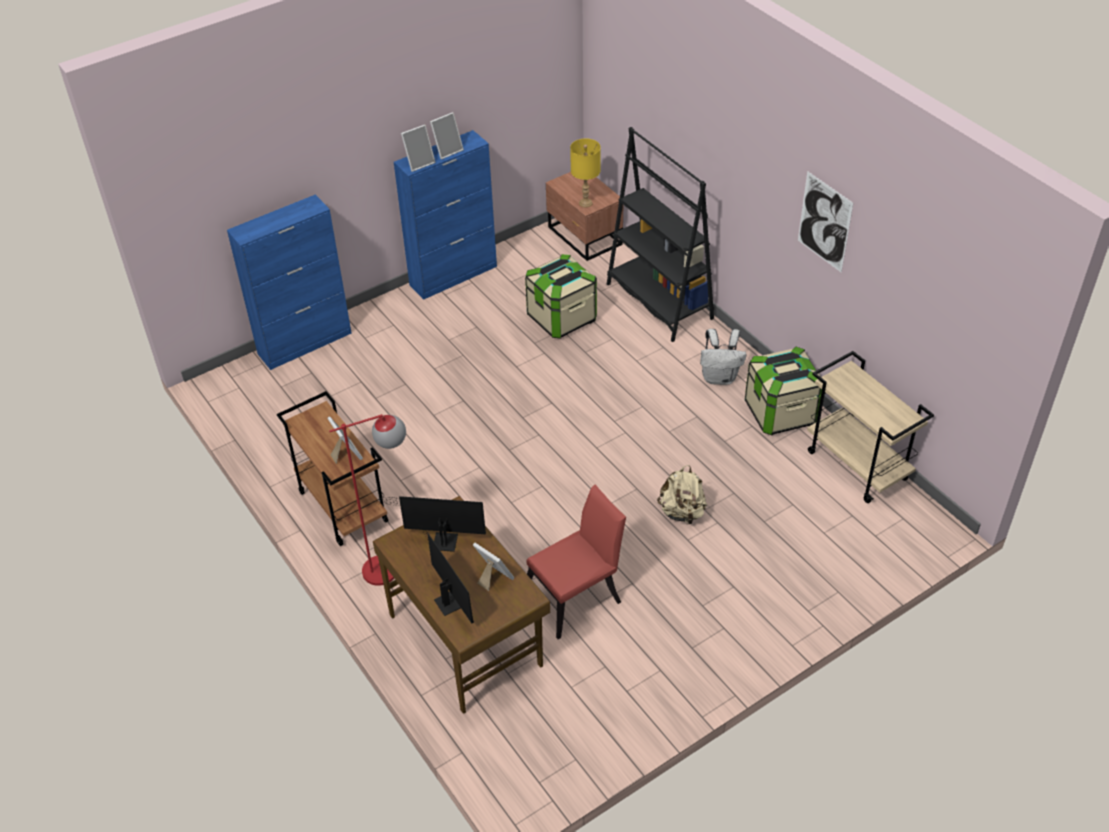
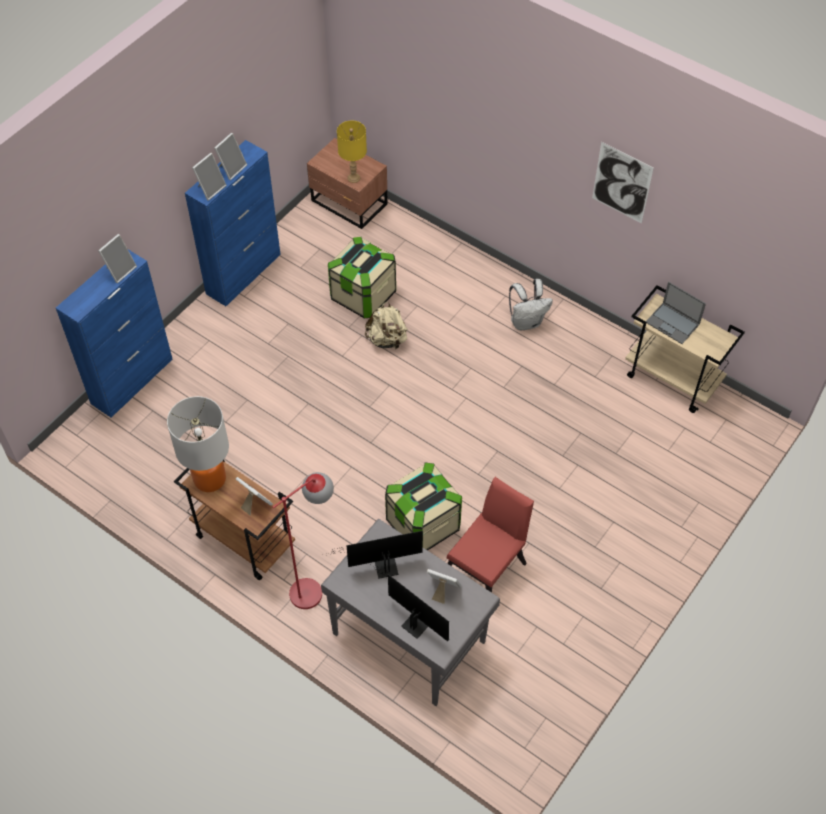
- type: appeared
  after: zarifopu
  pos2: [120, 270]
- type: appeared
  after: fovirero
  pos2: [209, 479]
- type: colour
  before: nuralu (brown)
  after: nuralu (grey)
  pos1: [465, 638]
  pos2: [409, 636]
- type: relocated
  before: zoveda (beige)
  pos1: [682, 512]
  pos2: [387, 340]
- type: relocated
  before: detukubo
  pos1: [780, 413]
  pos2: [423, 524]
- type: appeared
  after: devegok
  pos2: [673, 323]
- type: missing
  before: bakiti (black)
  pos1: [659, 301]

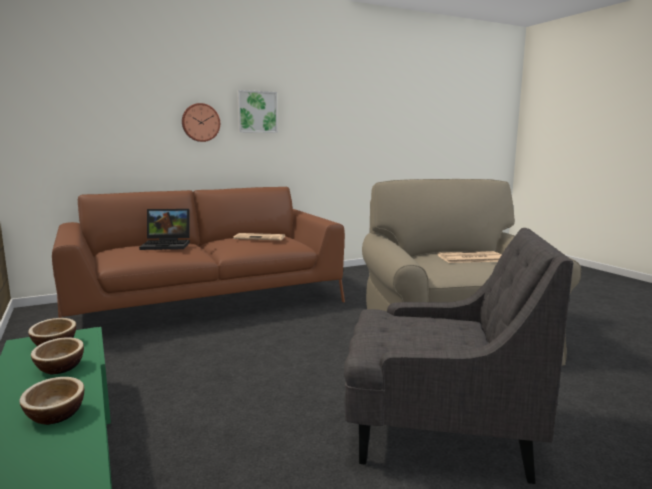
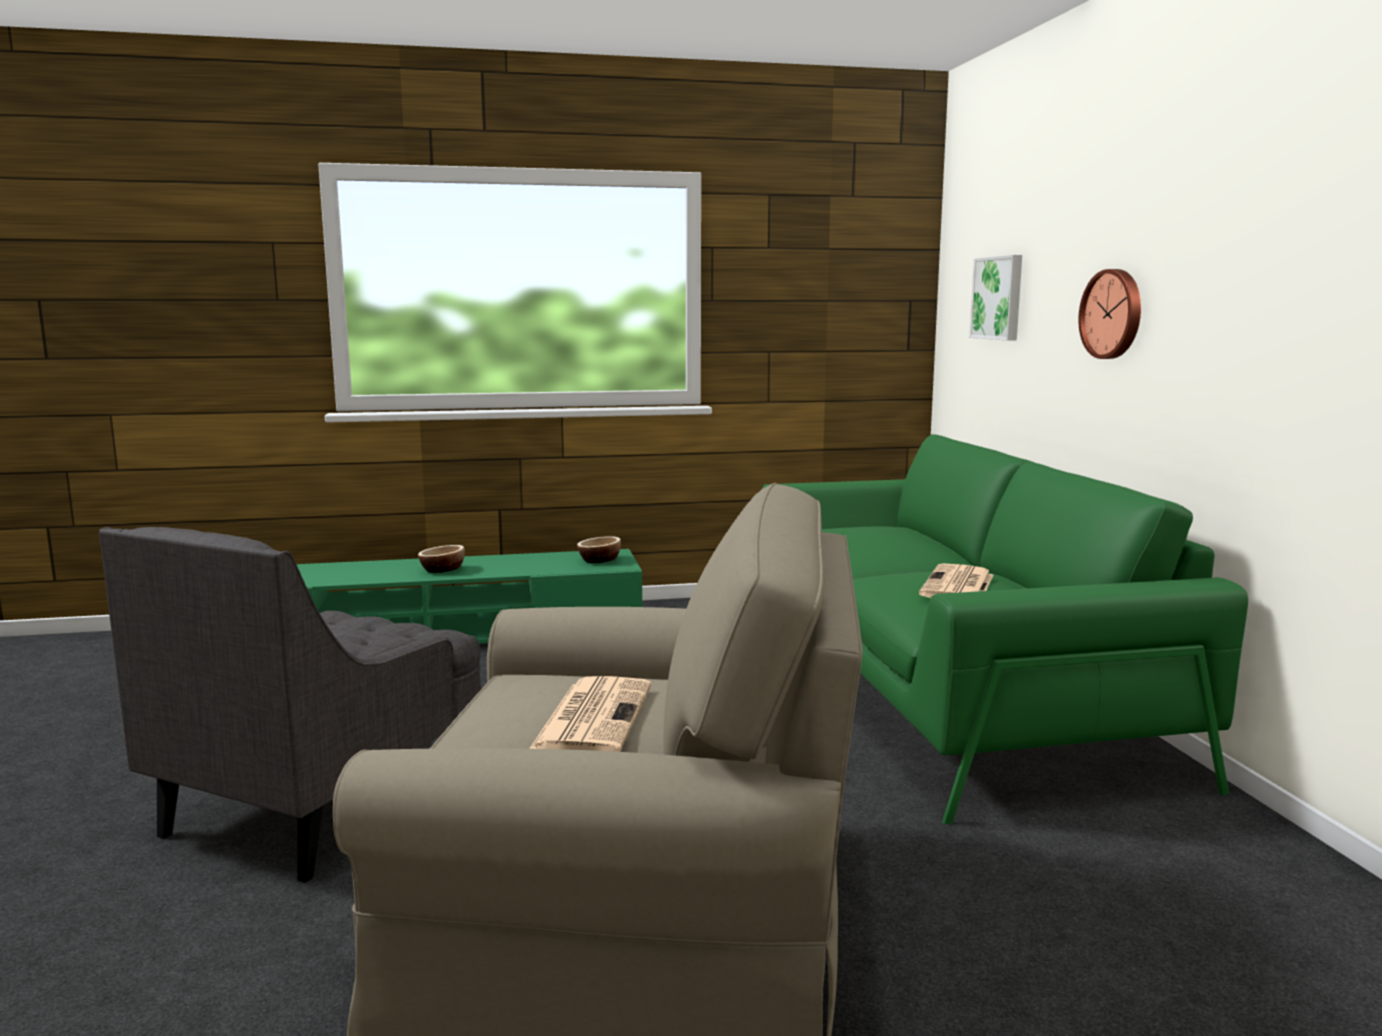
- type: colour
  before: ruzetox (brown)
  after: ruzetox (green)
  pos1: [206, 302]
  pos2: [941, 684]
- type: relocated
  before: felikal
  pos1: [256, 112]
  pos2: [999, 298]
- type: missing
  before: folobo
  pos1: [60, 367]
- type: missing
  before: devegok
  pos1: [168, 245]

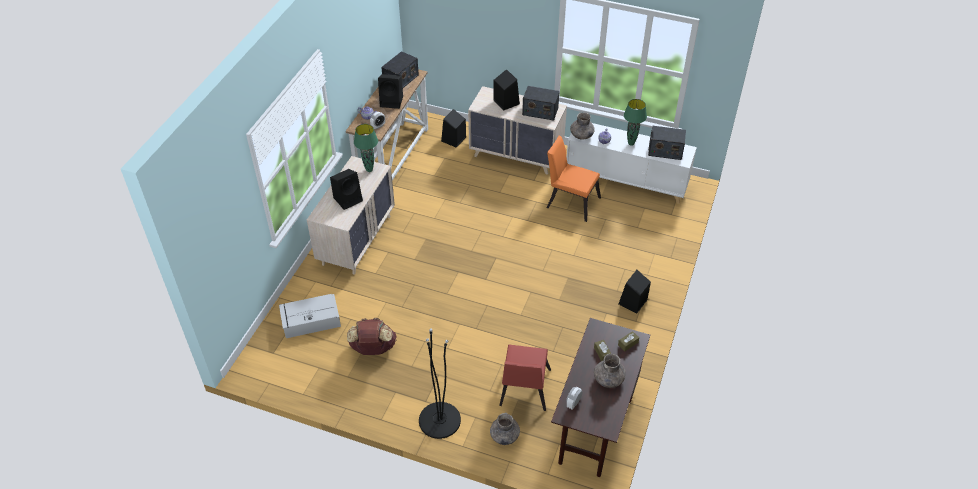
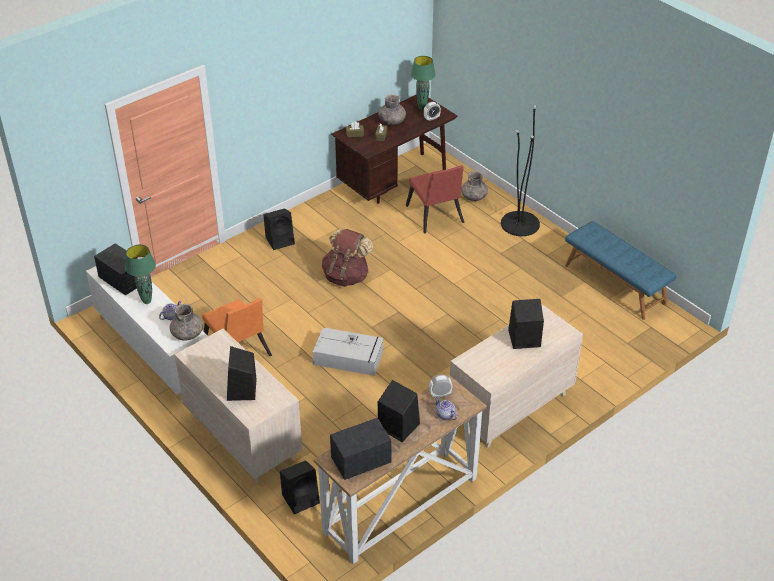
- type: relocated
  before: detukubo (grey)
  pos1: [310, 321]
  pos2: [349, 358]
- type: relocated
  before: zoveda (brown)
  pos1: [373, 349]
  pos2: [346, 276]
- type: spun
  before: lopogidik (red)
  pos1: [523, 390]
  pos2: [435, 217]
  turn: 120
- type: relocated
  before: fovirero (green)
  pos1: [369, 170]
  pos2: [422, 108]
- type: appeared
  after: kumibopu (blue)
  pos2: [615, 284]
- type: missing
  before: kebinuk
  pos1: [540, 111]

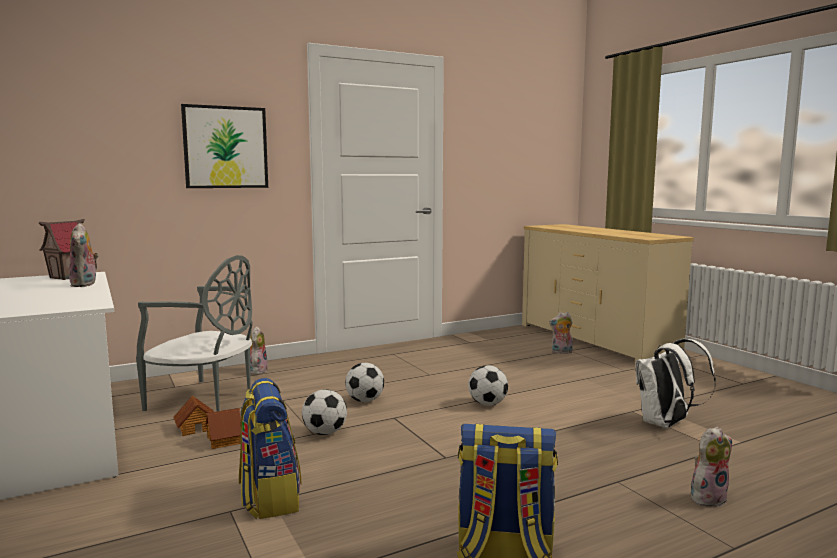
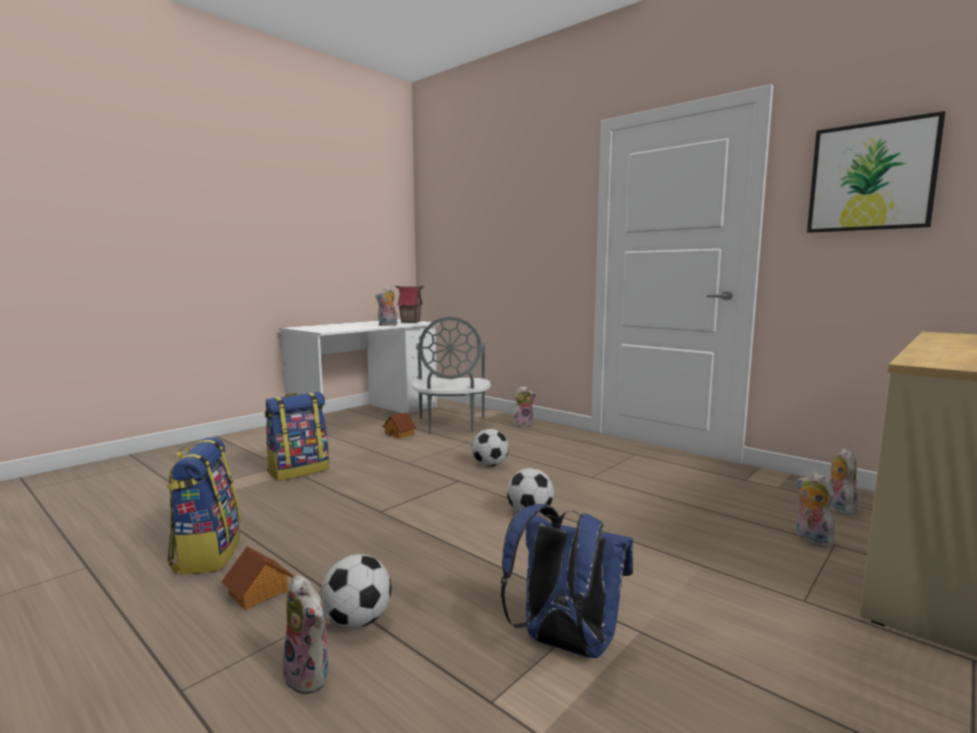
- type: relocated
  before: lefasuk
  pos1: [225, 440]
  pos2: [258, 592]
- type: relocated
  before: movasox
  pos1: [325, 433]
  pos2: [358, 621]
- type: colour
  before: zoveda (white)
  after: zoveda (blue)
  pos1: [666, 424]
  pos2: [564, 644]
- type: relocated
  before: felikal
  pos1: [225, 147]
  pos2: [871, 177]
- type: appeared
  after: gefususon
  pos2: [838, 508]

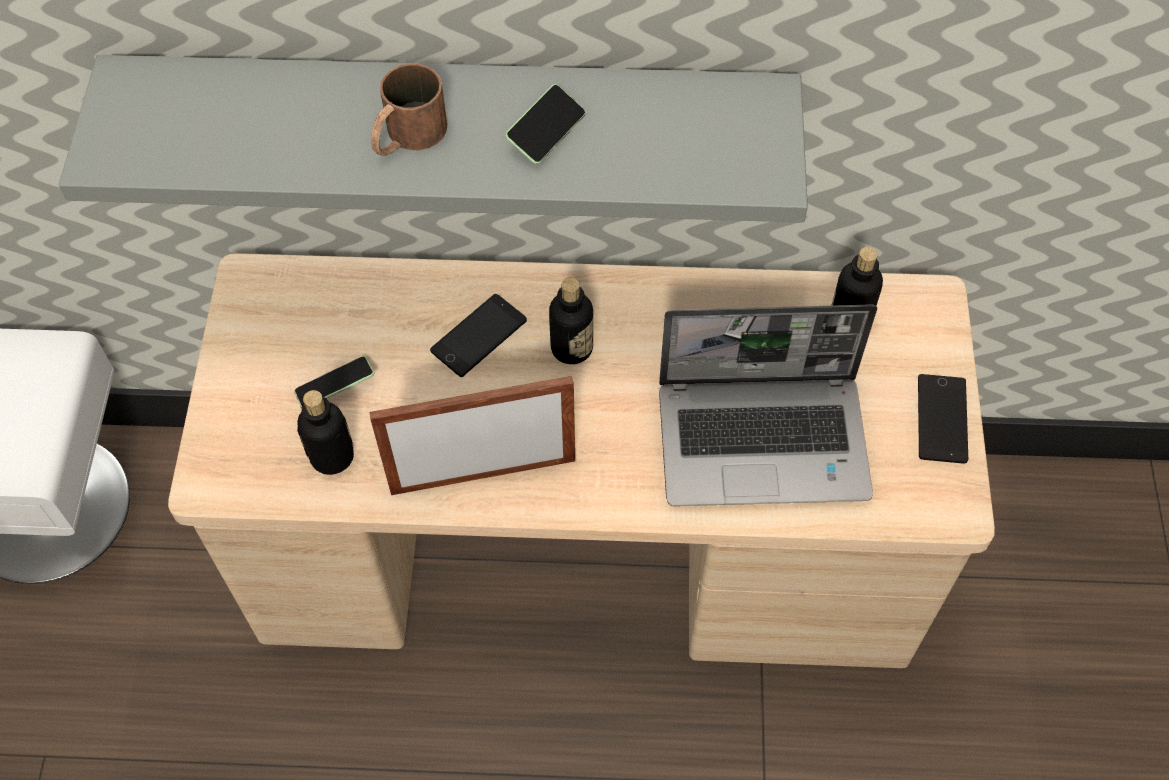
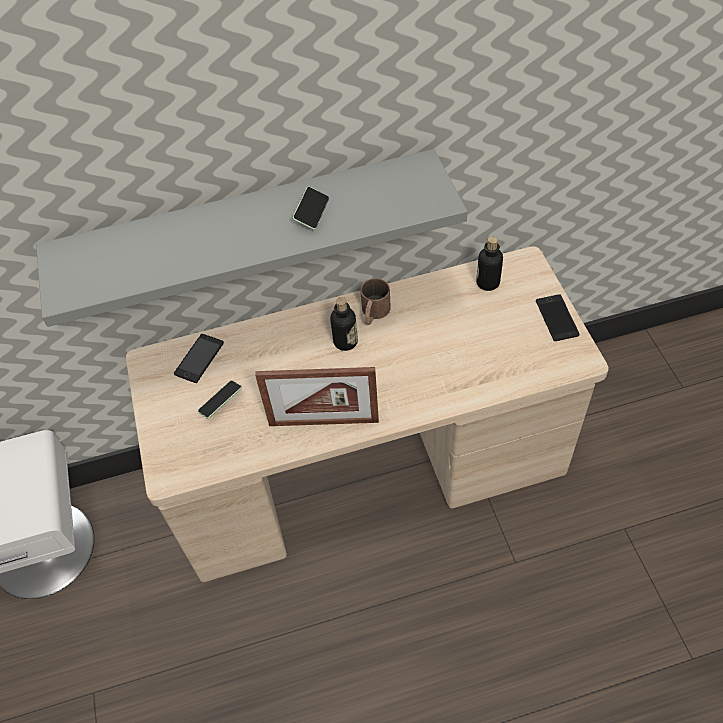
- type: relocated
  before: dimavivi
  pos1: [479, 336]
  pos2: [199, 358]
- type: spun
  before: zarifopu
  pos1: [483, 474]
  pos2: [323, 422]
  turn: -150
- type: relocated
  before: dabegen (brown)
  pos1: [407, 137]
  pos2: [373, 313]
- type: missing
  before: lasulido
  pos1: [332, 456]
- type: missing
  before: devegok
  pos1: [765, 440]

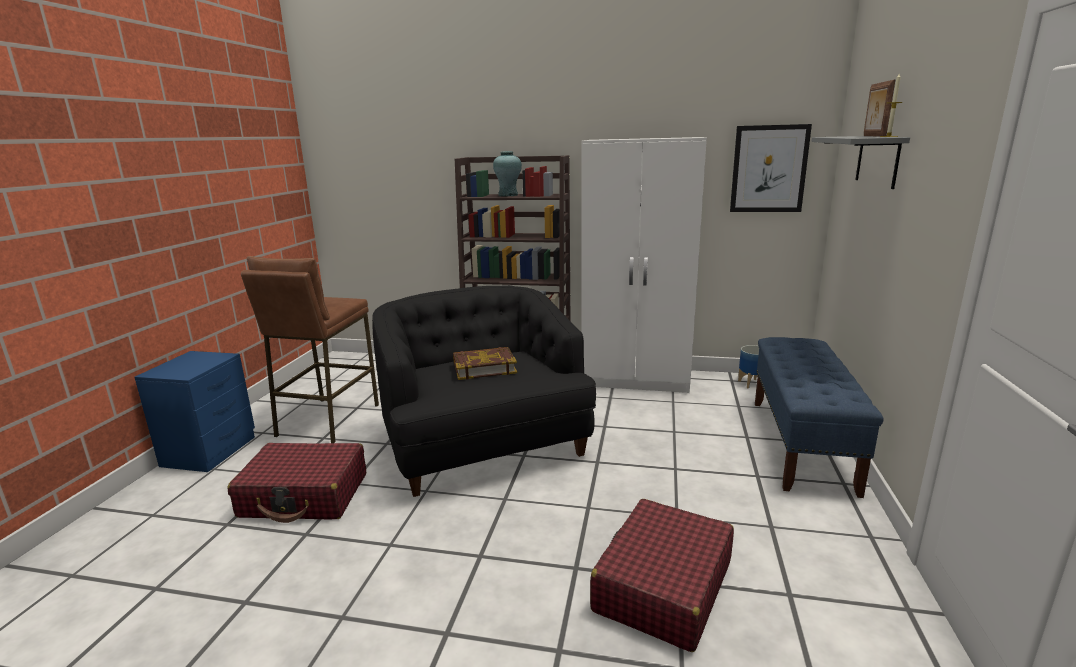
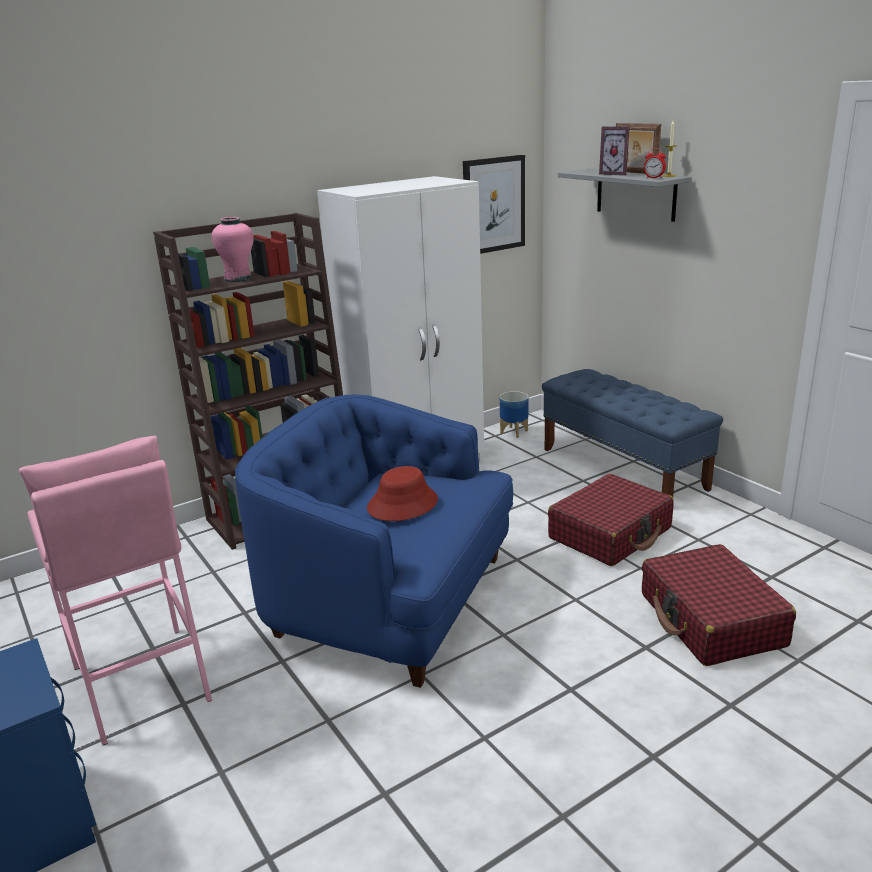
- type: colour
  before: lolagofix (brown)
  after: lolagofix (pink)
  pos1: [327, 420]
  pos2: [141, 683]
- type: colour
  before: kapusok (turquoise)
  after: kapusok (pink)
  pos1: [508, 195]
  pos2: [238, 278]
- type: colour
  before: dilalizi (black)
  after: dilalizi (blue)
  pos1: [483, 444]
  pos2: [389, 601]
- type: exchanged
  before: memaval
  after: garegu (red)
  pos1: [484, 368]
  pos2: [402, 504]
- type: relocated
  before: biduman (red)
  pos1: [305, 495]
  pos2: [610, 533]
- type: appeared
  after: zarifopu
  pos2: [616, 174]
- type: appeared
  after: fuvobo
  pos2: [654, 178]

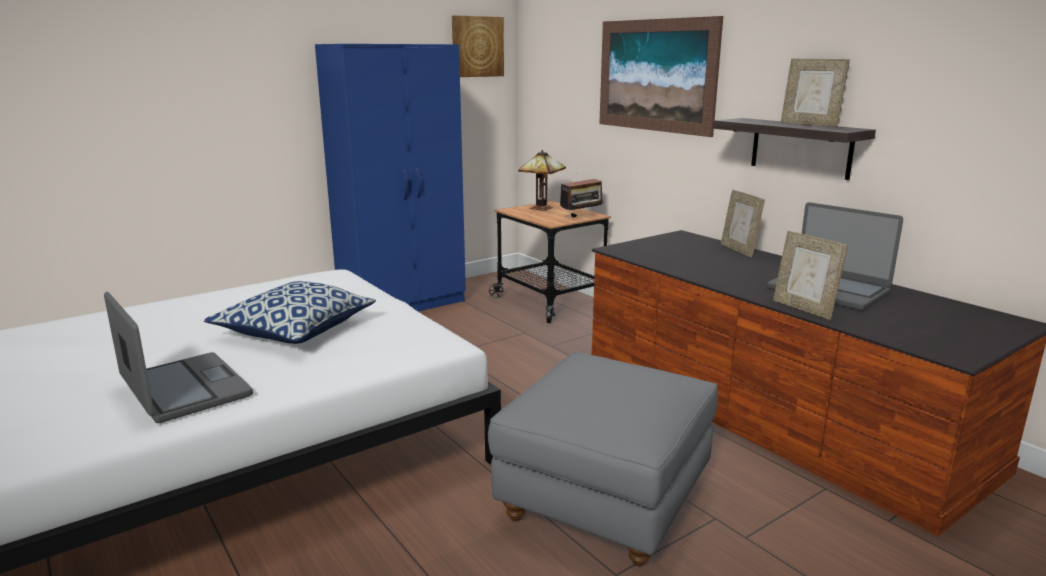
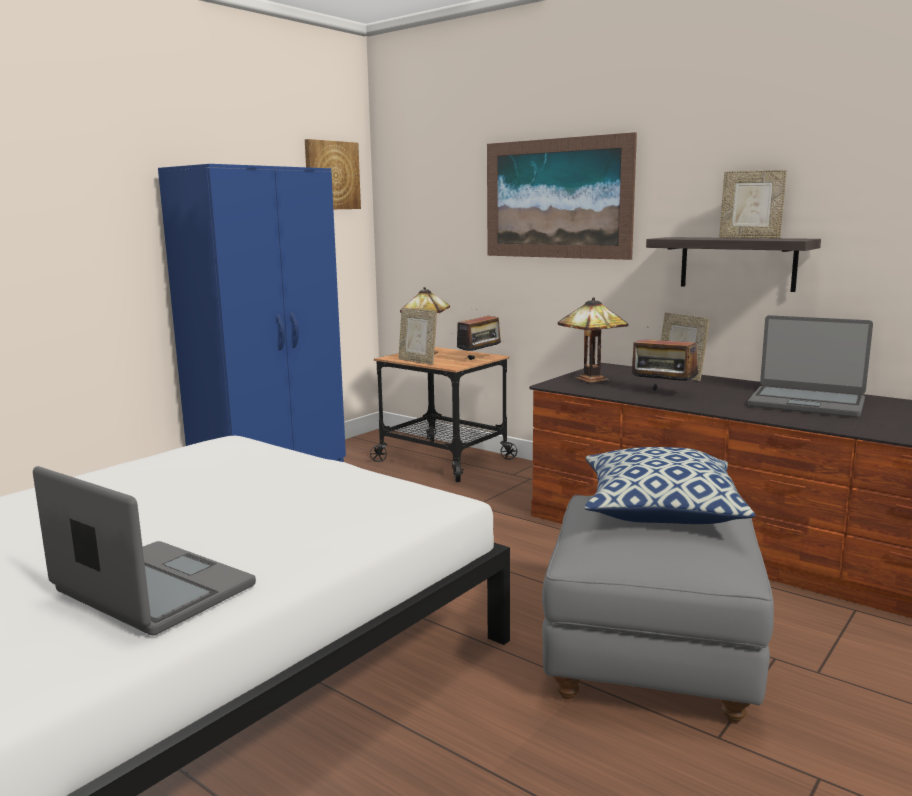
- type: relocated
  before: zarifopu
  pos1: [803, 309]
  pos2: [418, 361]
- type: appeared
  after: fovirero
  pos2: [591, 380]
- type: relocated
  before: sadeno
  pos1: [295, 330]
  pos2: [659, 510]
- type: appeared
  after: kebinuk
  pos2: [662, 393]

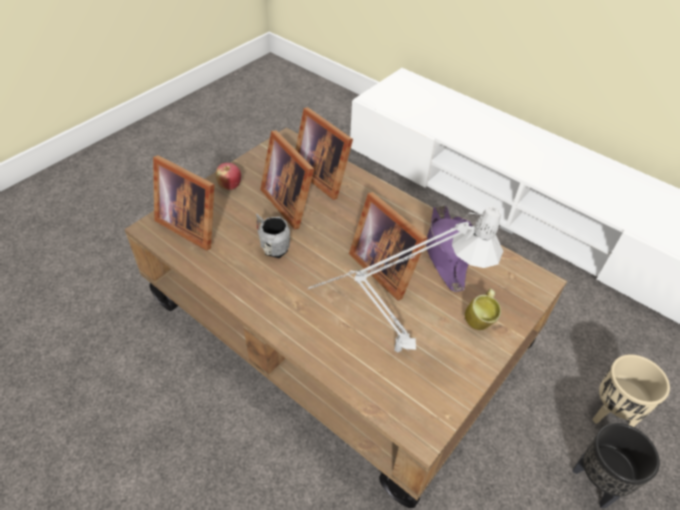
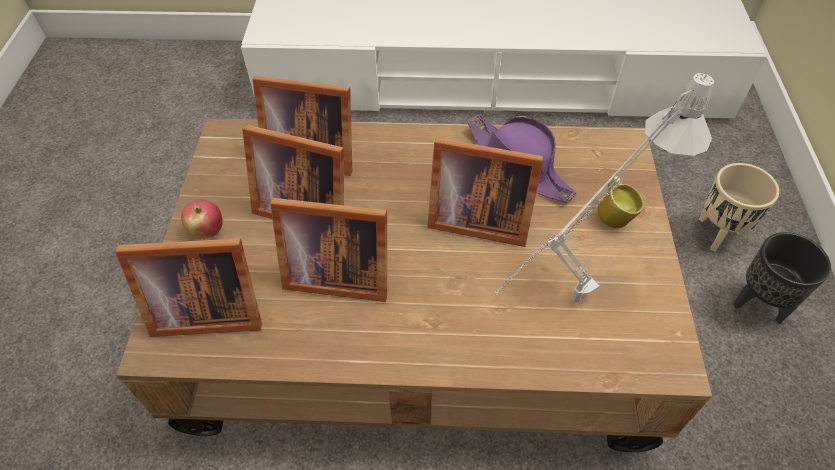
- type: exchanged
  before: dabegen (grey)
  after: zarifopu
  pos1: [272, 247]
  pos2: [335, 273]

